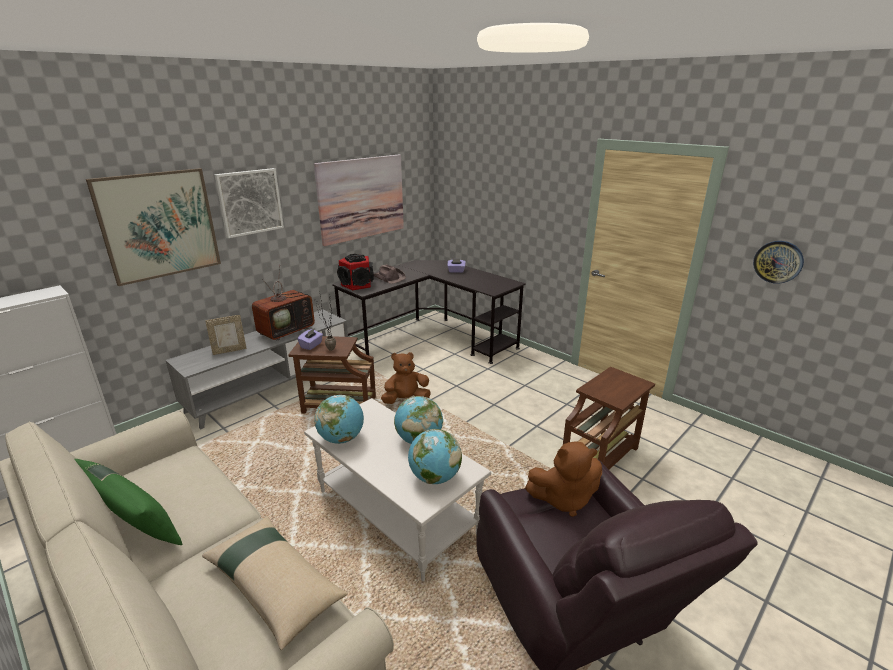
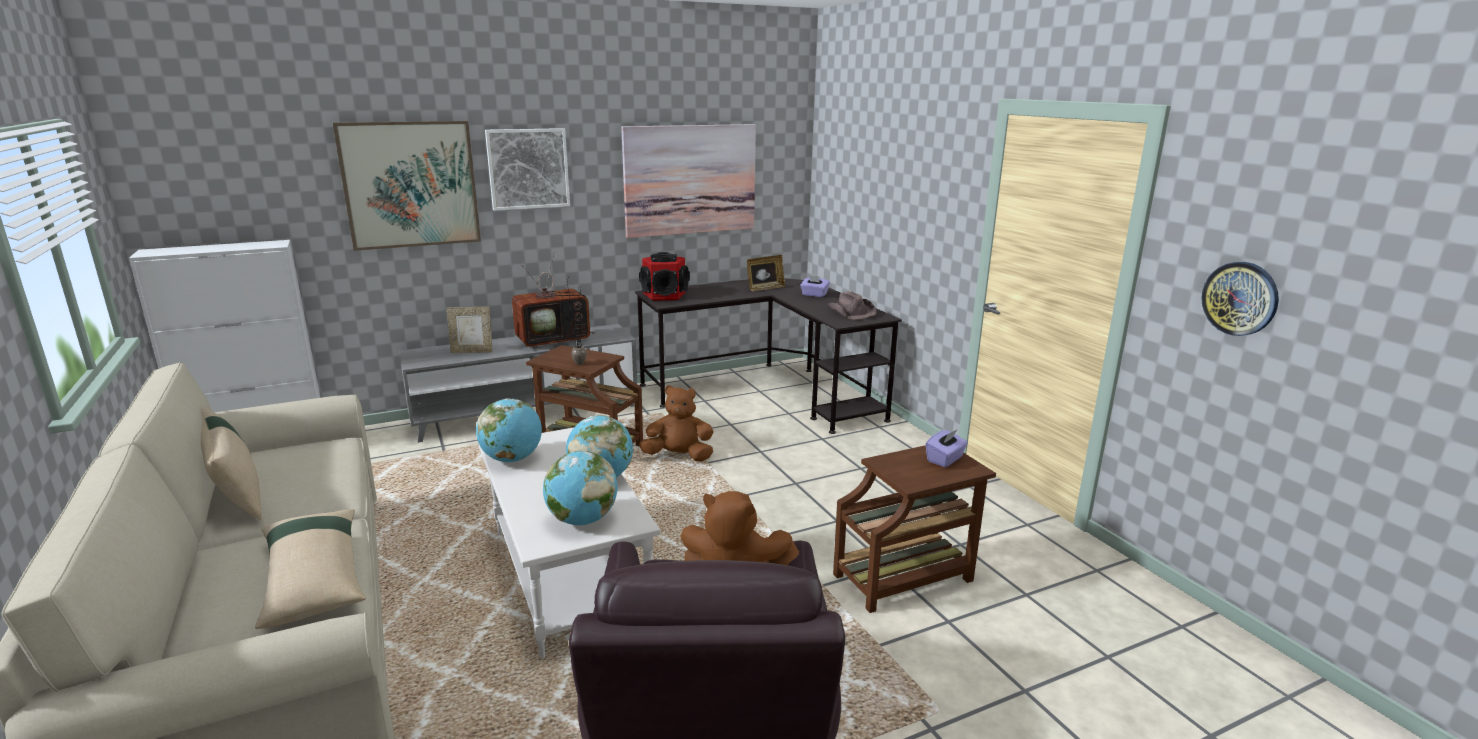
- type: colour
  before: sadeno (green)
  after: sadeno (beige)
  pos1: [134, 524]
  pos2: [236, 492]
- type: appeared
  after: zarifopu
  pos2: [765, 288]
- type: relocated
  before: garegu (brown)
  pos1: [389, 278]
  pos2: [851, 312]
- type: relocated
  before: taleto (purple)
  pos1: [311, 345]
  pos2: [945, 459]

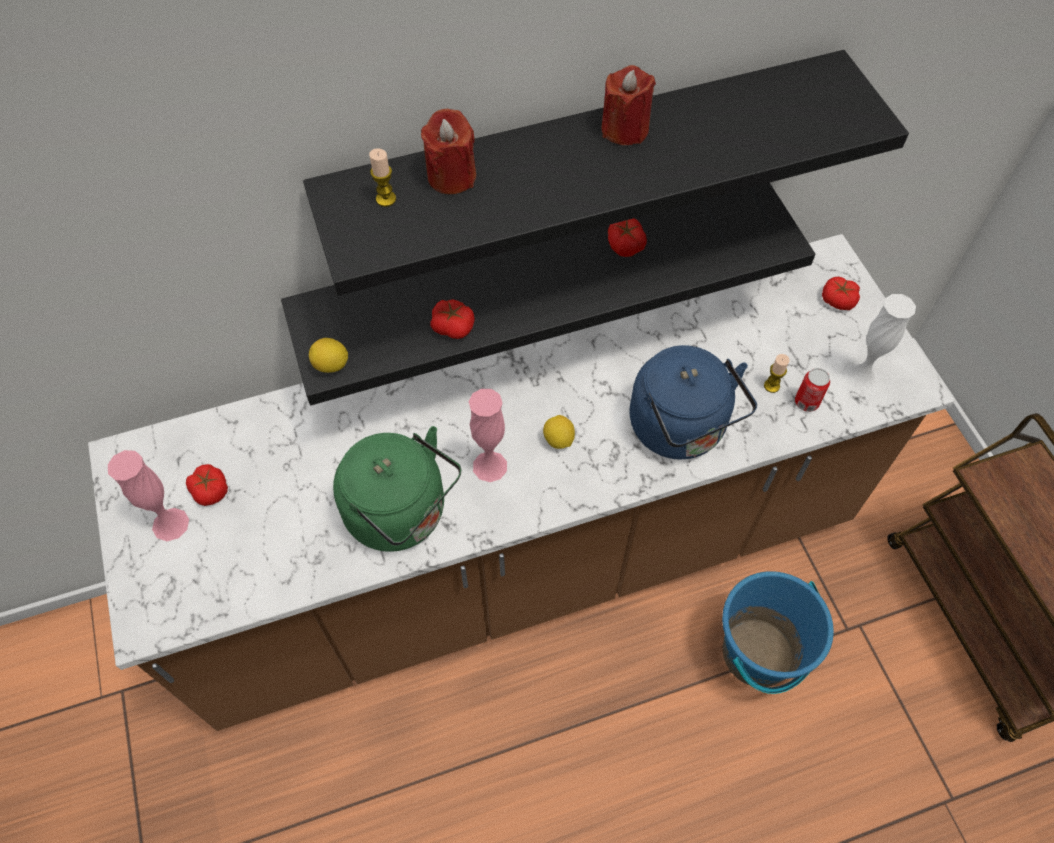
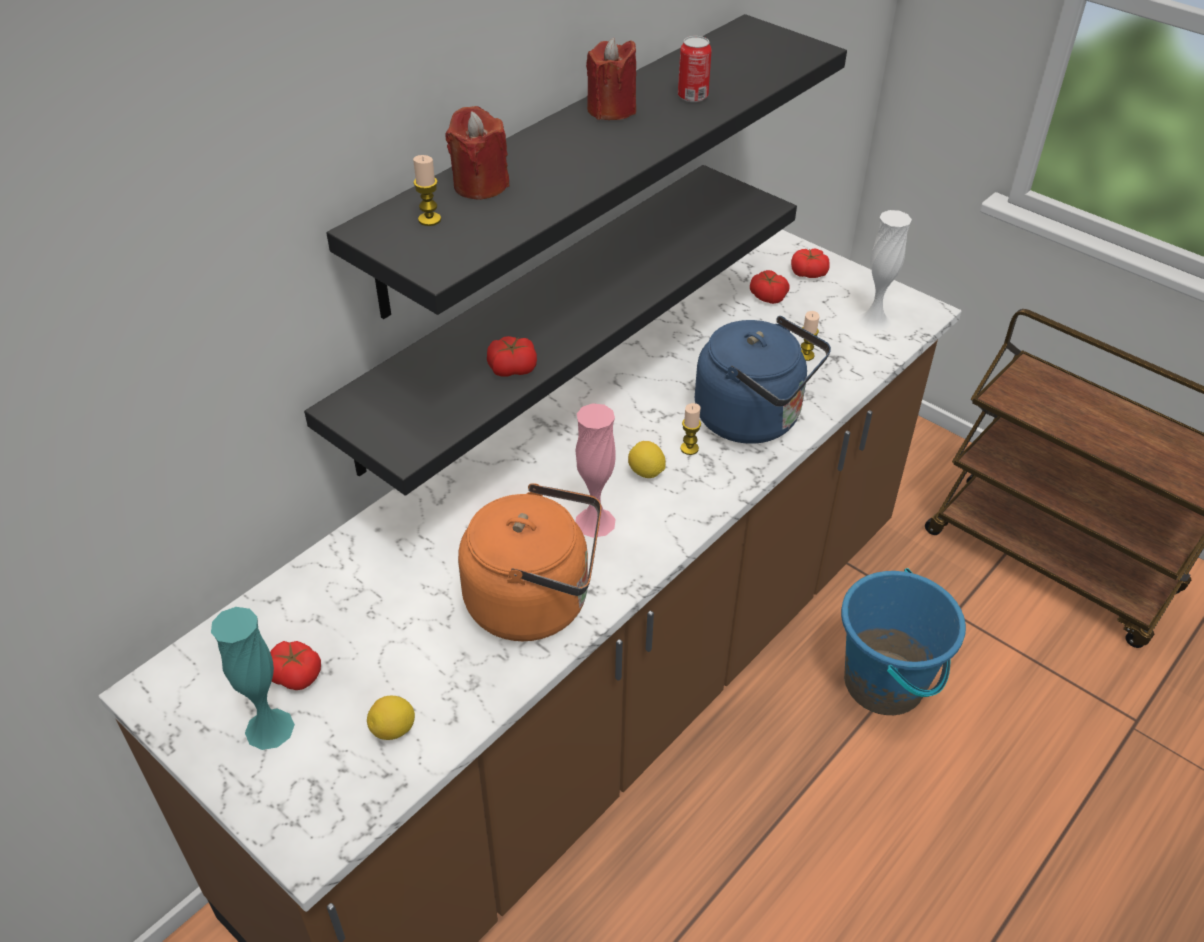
- type: colour
  before: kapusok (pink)
  after: kapusok (turquoise)
  pos1: [170, 524]
  pos2: [269, 728]
- type: relocated
  before: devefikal
  pos1: [331, 365]
  pos2: [393, 730]
- type: colour
  before: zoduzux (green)
  after: zoduzux (orange)
  pos1: [402, 514]
  pos2: [536, 601]
- type: relocated
  before: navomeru
  pos1: [806, 402]
  pos2: [692, 96]
- type: appeared
  after: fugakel
  pos2: [689, 448]
- type: relocated
  before: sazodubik
  pos1: [625, 245]
  pos2: [768, 296]

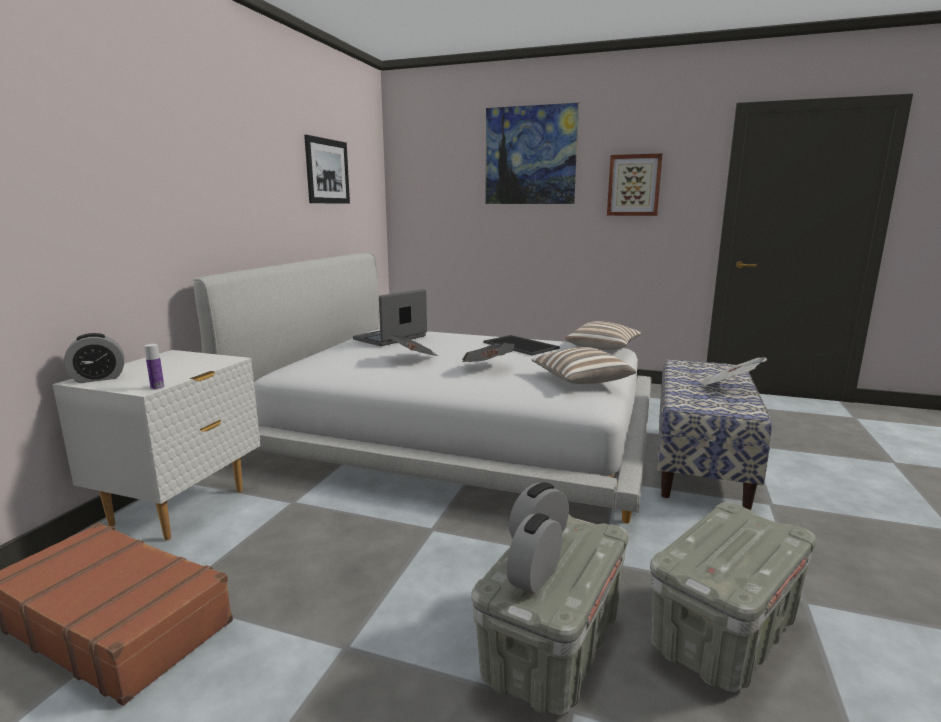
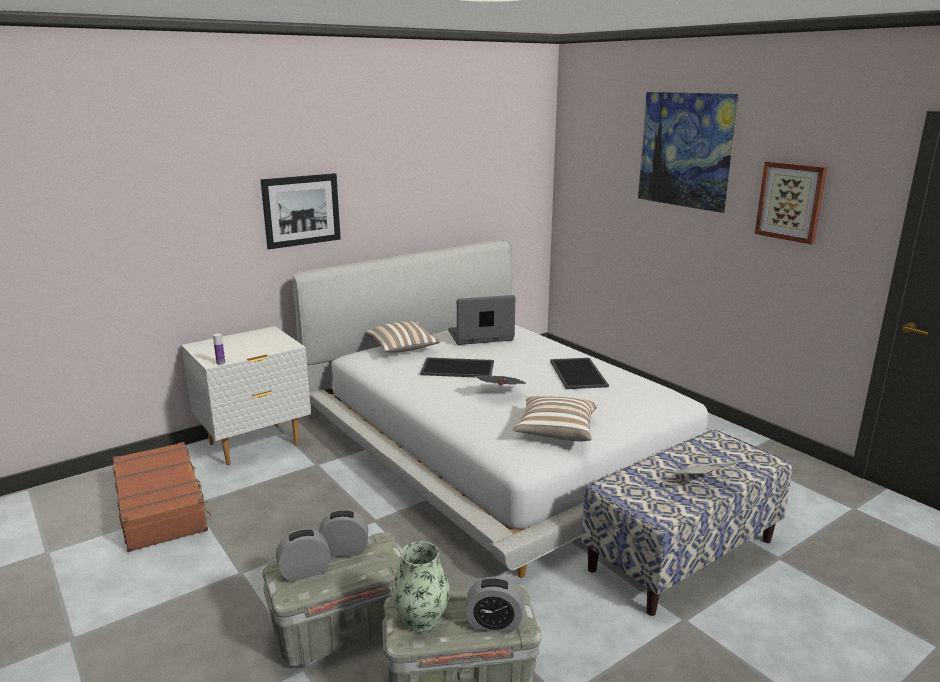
- type: relocated
  before: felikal
  pos1: [327, 171]
  pos2: [301, 210]
- type: relocated
  before: sadeno
  pos1: [603, 348]
  pos2: [402, 349]
- type: appeared
  after: kapusok
  pos2: [421, 618]
- type: exchanged
  before: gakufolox
  after: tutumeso
  pos1: [414, 359]
  pos2: [458, 368]
- type: relocated
  before: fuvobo
  pos1: [98, 378]
  pos2: [494, 624]

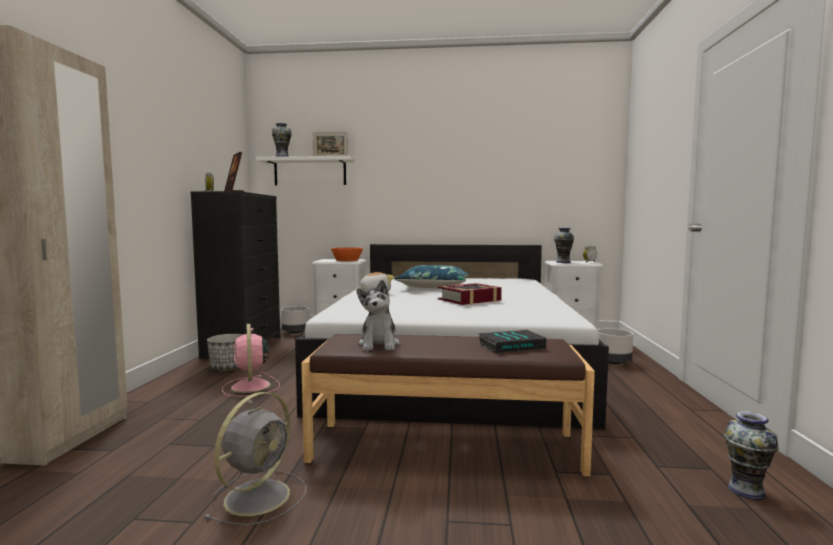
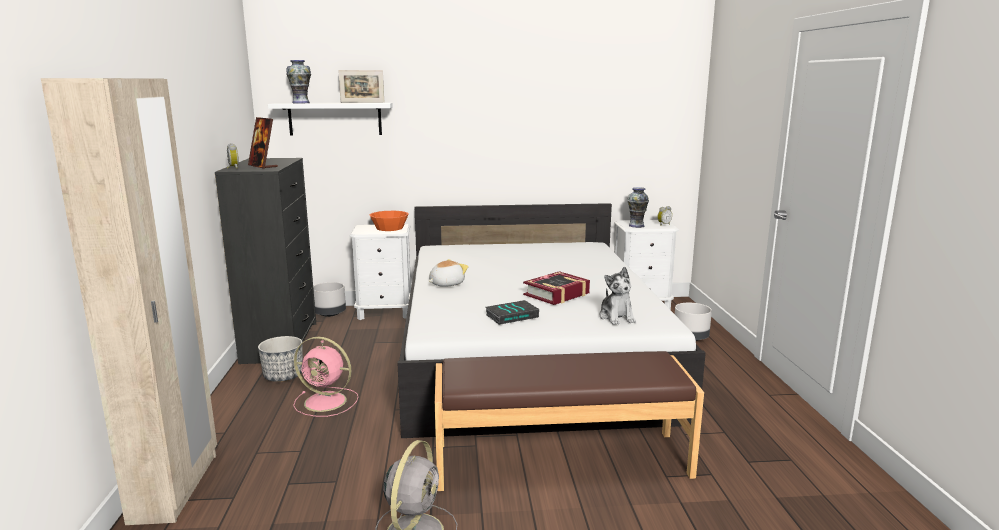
- type: spun
  before: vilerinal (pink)
  pos1: [250, 387]
  pos2: [327, 402]
  turn: -45
- type: relocated
  before: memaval
  pos1: [511, 346]
  pos2: [512, 315]
- type: relocated
  before: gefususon
  pos1: [379, 344]
  pos2: [616, 317]
- type: missing
  before: sadeno (blue)
  pos1: [433, 287]
- type: missing
  before: kapusok
  pos1: [746, 490]

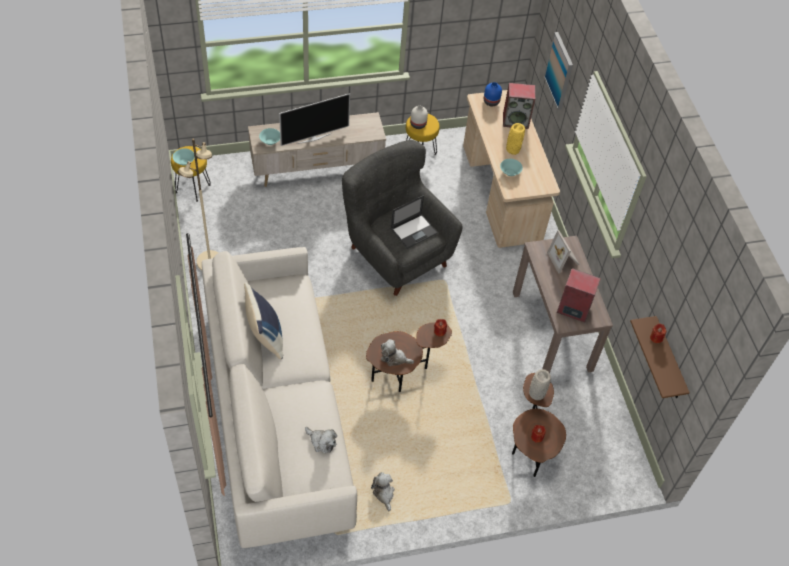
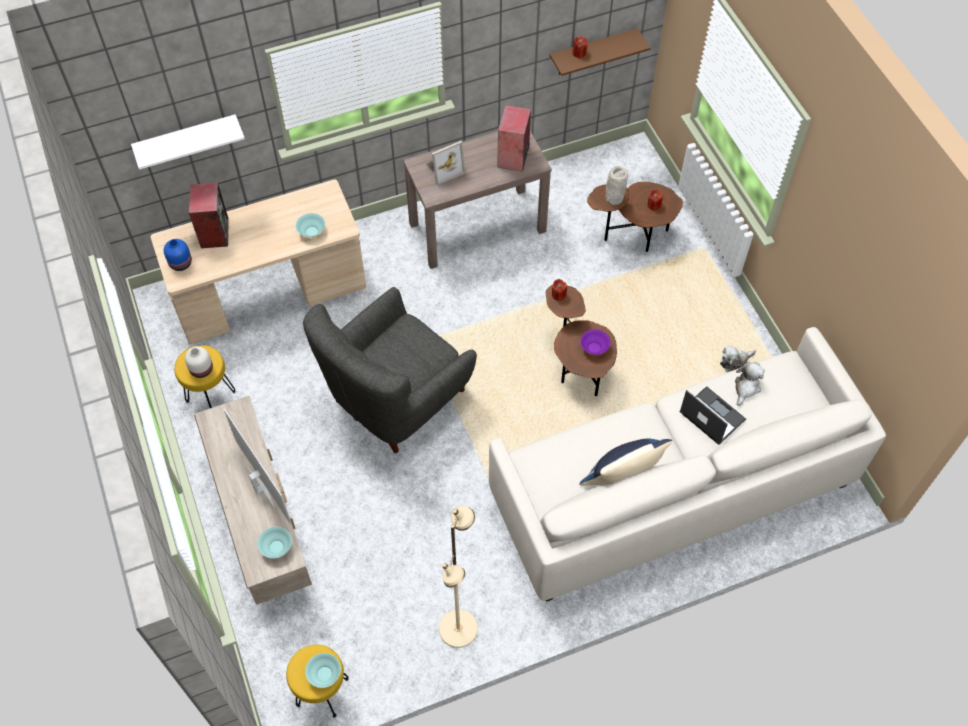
- type: exchanged
  before: felikal
  after: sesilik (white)
  pos1: [559, 70]
  pos2: [187, 140]
- type: exchanged
  before: gefususon
  after: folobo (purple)
  pos1: [394, 358]
  pos2: [594, 347]
- type: relocated
  before: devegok
  pos1: [414, 231]
  pos2: [711, 415]
- type: missing
  before: kapusok (yellow)
  pos1: [512, 149]

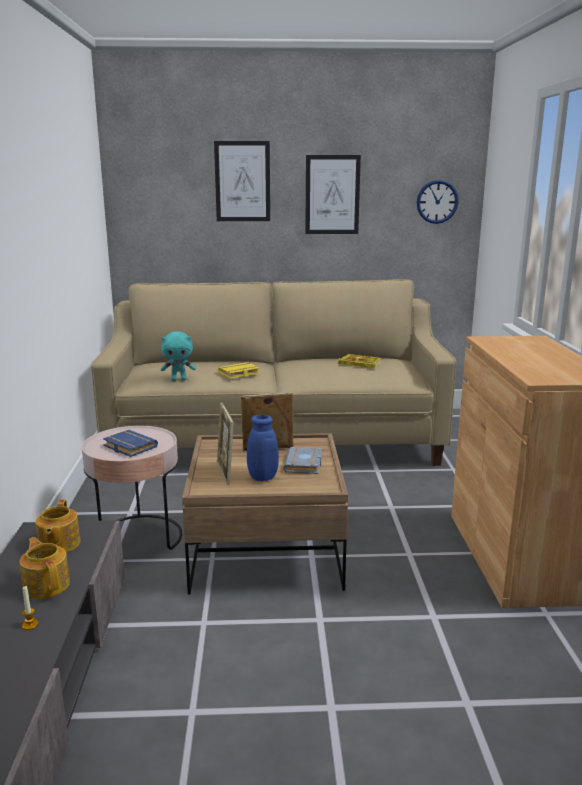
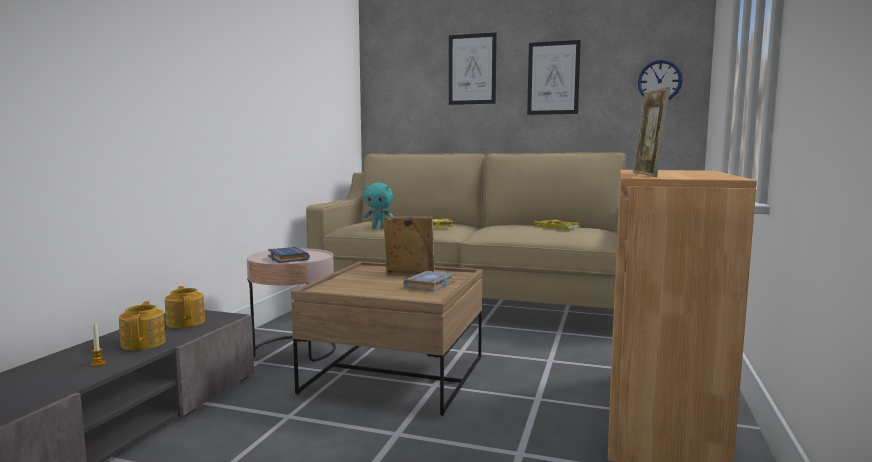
- type: spun
  before: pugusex
  pos1: [58, 544]
  pos2: [186, 322]
  turn: 135
- type: relocated
  before: zarifopu
  pos1: [225, 473]
  pos2: [647, 175]
- type: missing
  before: kapusok (blue)
  pos1: [262, 479]

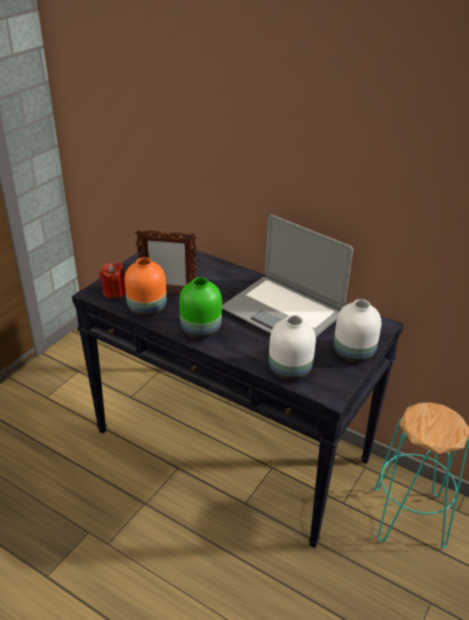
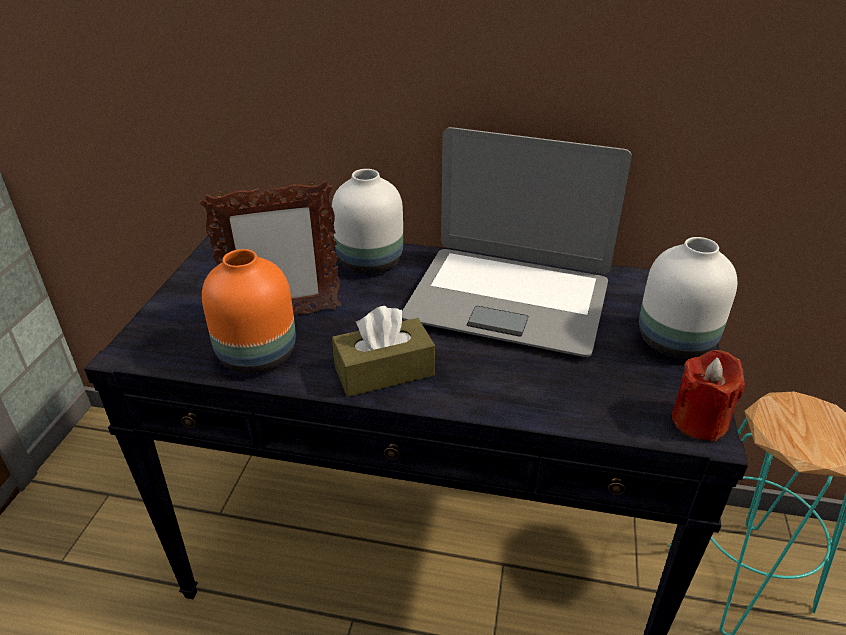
- type: relocated
  before: kapusok (white)
  pos1: [288, 370]
  pos2: [368, 263]
- type: exchanged
  before: kapusok (green)
  after: taleto (brown)
  pos1: [200, 330]
  pos2: [384, 371]
- type: relocated
  before: fugakel (red)
  pos1: [114, 292]
  pos2: [699, 421]

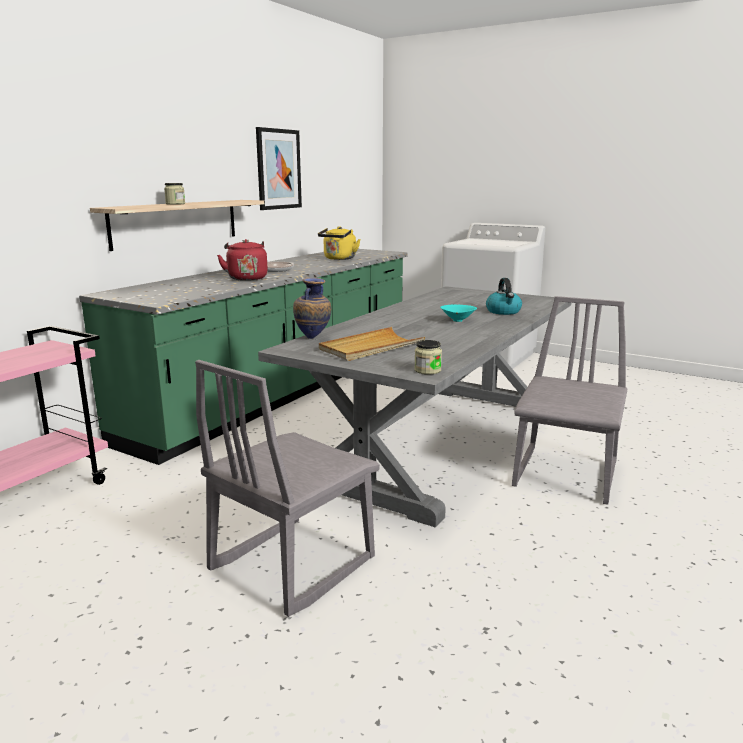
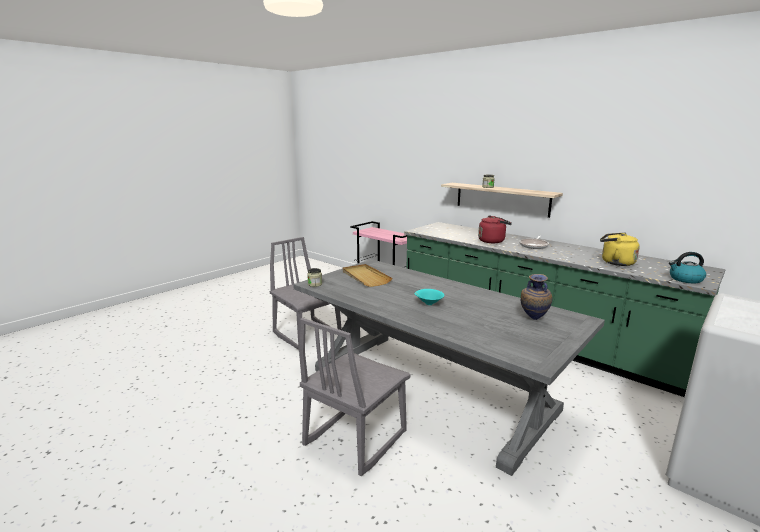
- type: spun
  before: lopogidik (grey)
  pos1: [567, 475]
  pos2: [354, 438]
  turn: 90
- type: relocated
  before: kapusok
  pos1: [313, 339]
  pos2: [533, 320]
- type: relocated
  before: zoduzux
  pos1: [503, 312]
  pos2: [685, 279]
- type: missing
  before: felikal
  pos1: [278, 169]

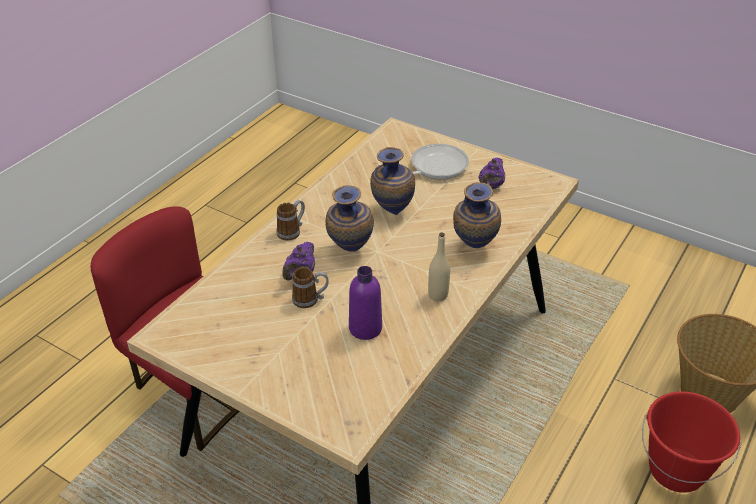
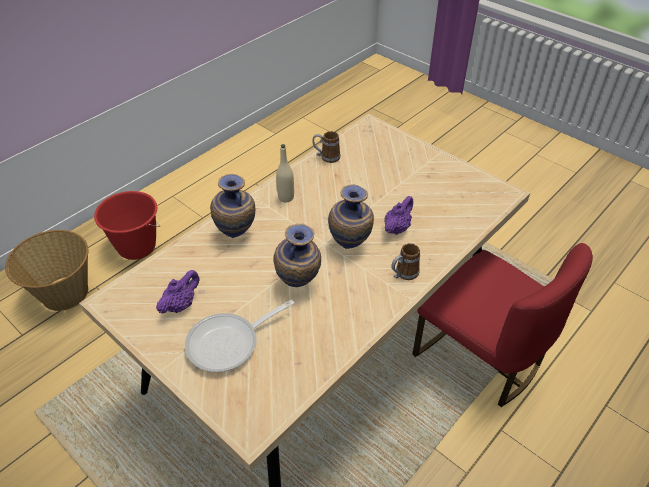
- type: relocated
  before: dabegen
  pos1: [310, 300]
  pos2: [326, 157]
- type: missing
  before: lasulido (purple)
  pos1: [365, 328]

